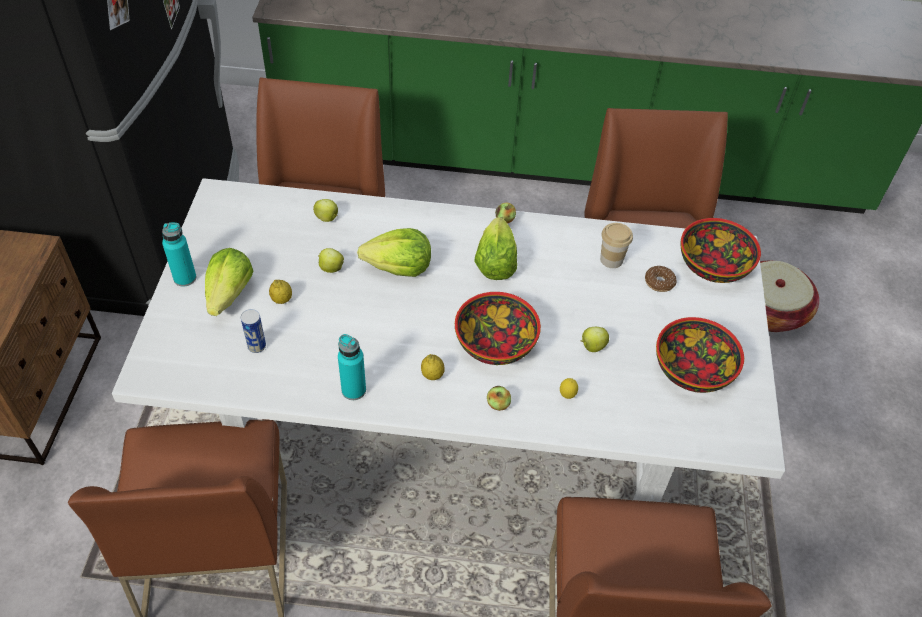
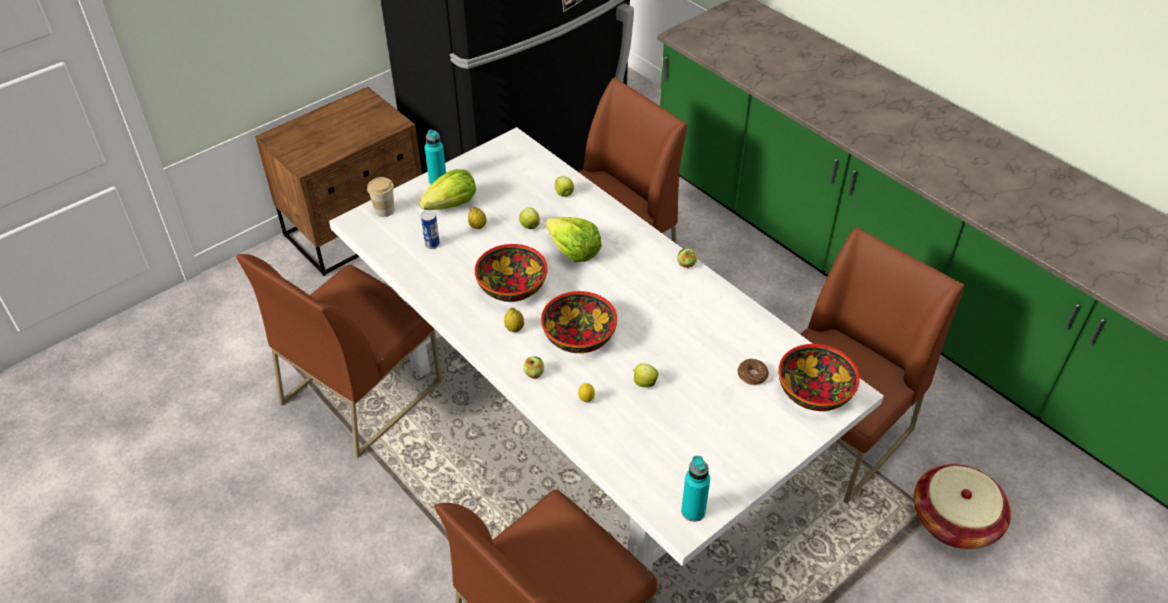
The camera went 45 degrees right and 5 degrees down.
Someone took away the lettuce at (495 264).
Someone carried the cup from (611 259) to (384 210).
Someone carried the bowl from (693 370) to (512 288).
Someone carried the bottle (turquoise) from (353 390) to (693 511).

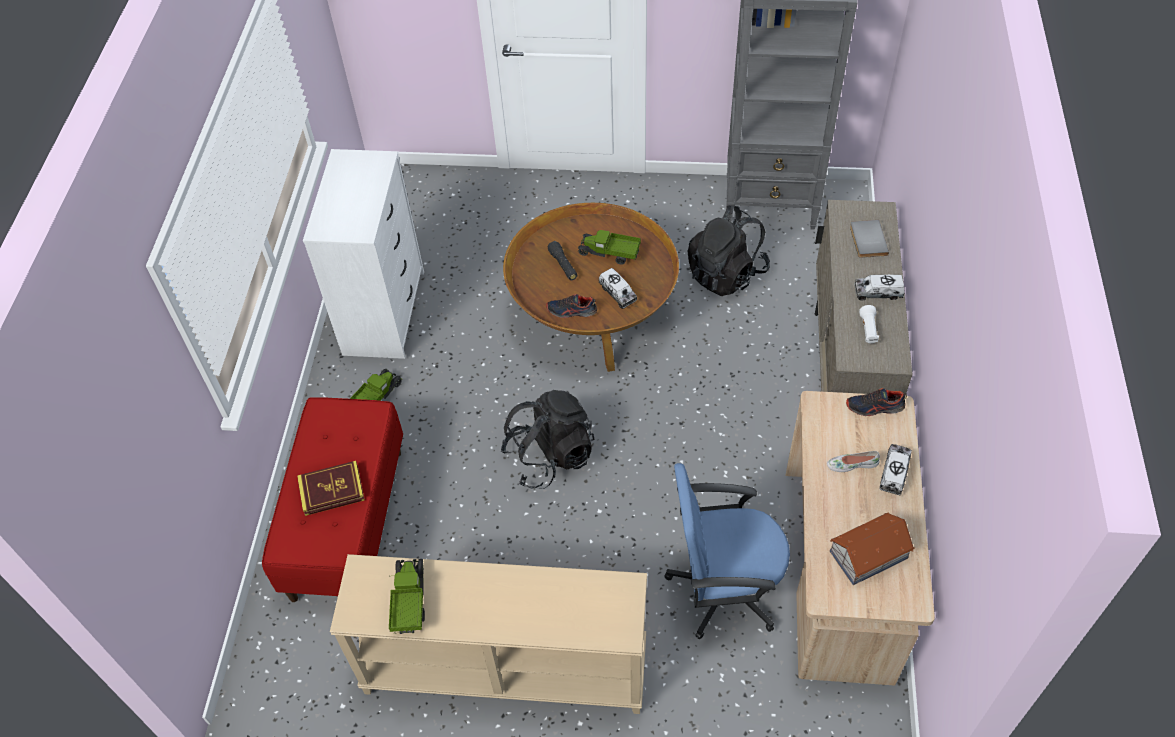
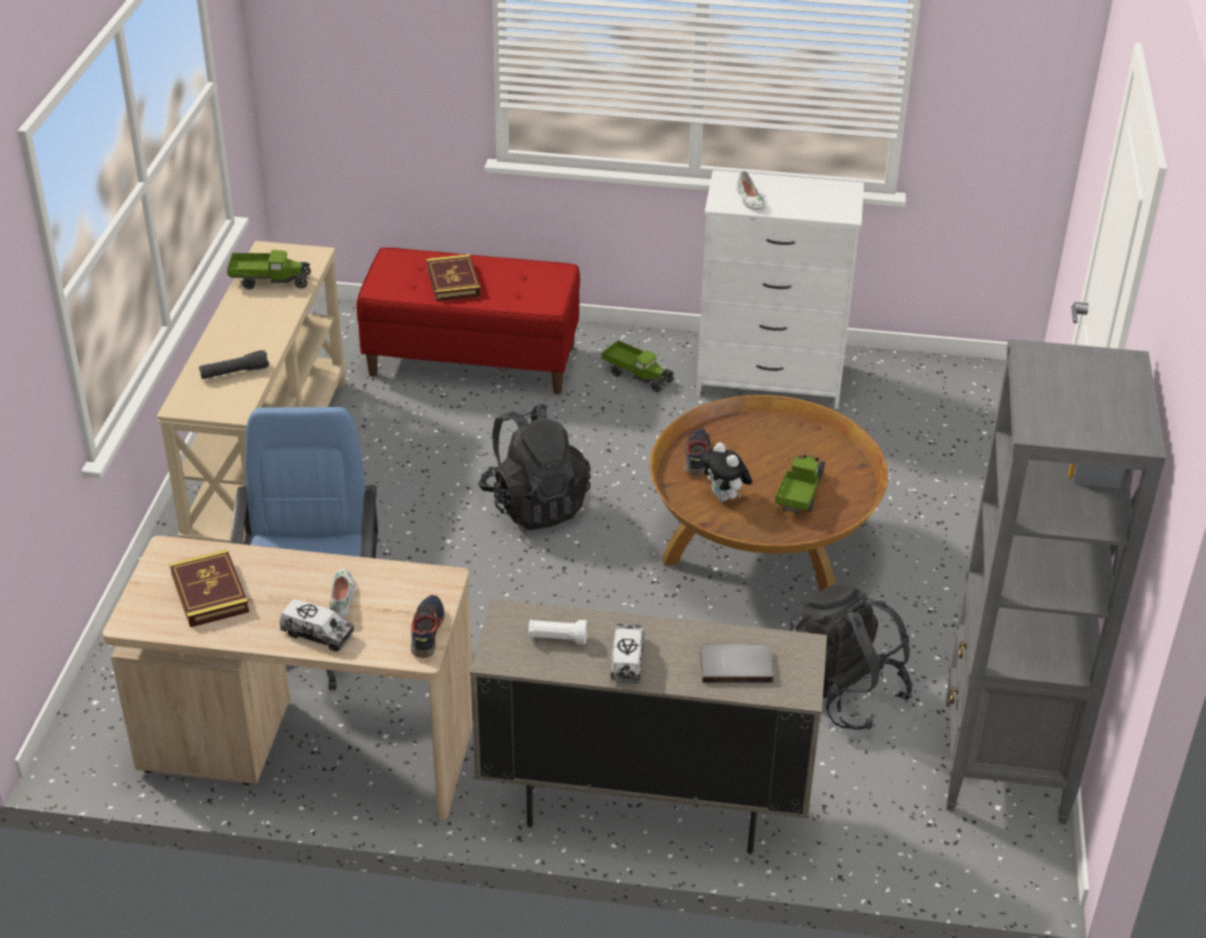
The camera went 90 degrees right and 15 degrees down.
Someone carried the flashlight (black) from (563 265) to (234 373).
Someone swapped the toy truck at (617 293) for the plush toy at (725 497).
Someone swapped the toy house at (867 554) for the book at (209 593).
Someone put down the shoe (white) at (749 200).

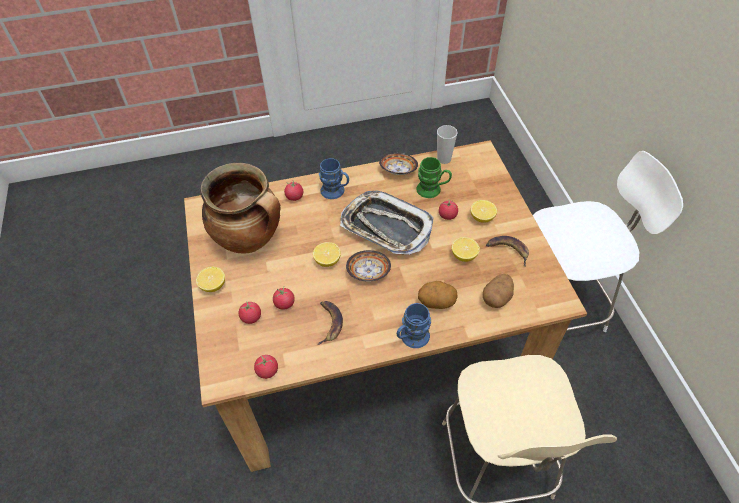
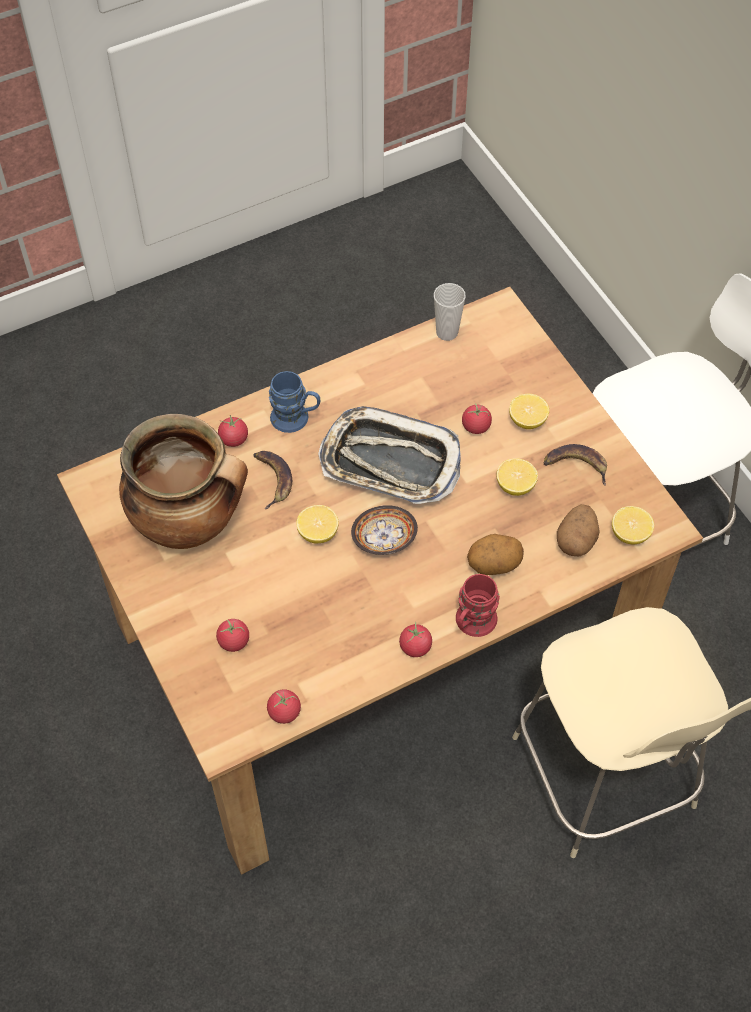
The camera went 15 degrees left and 5 degrees up.
Someone took away the bowl at (398 171).
Someone took away the mug (green) at (432 191).
Someone carried the lemon from (213 285) to (630 534).
Someone carried the tomato from (284 303) to (415 647).
Someone carried the banana from (329 323) to (272 479).
Someone repainted the mug (blue) at (411 339), which became the mug (red) at (472 624).

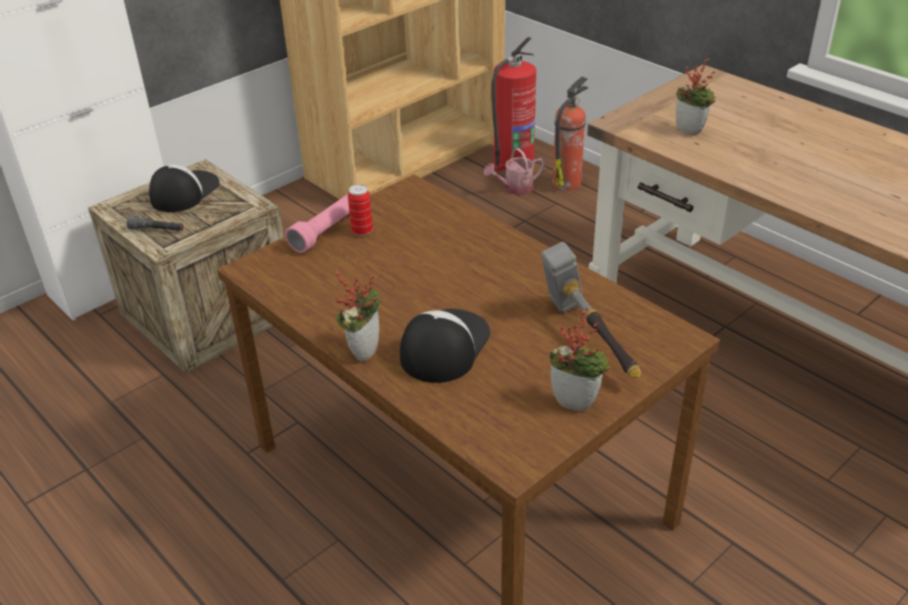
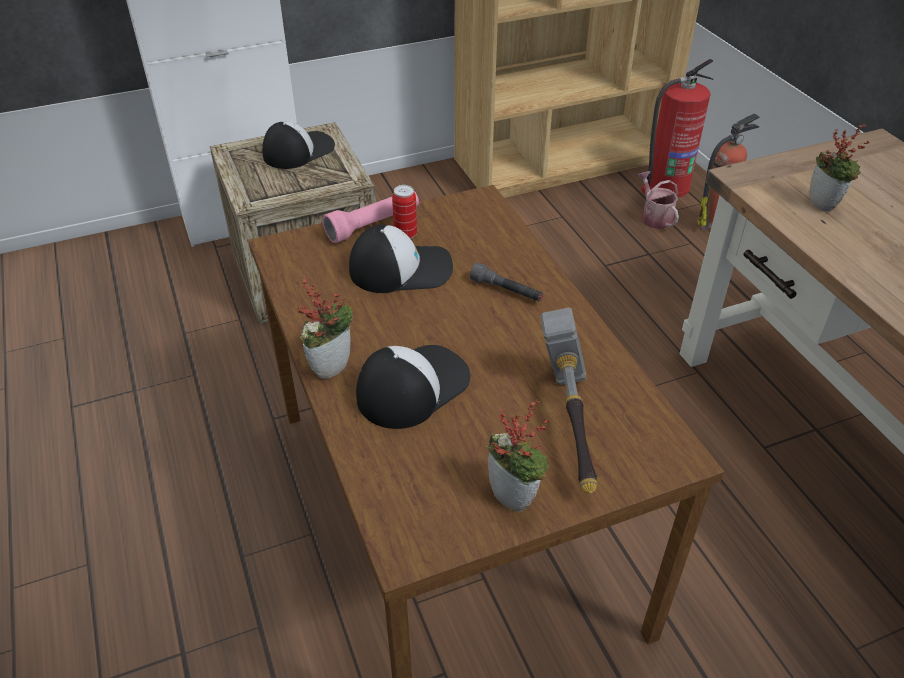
The camera went 20 degrees right and 5 degrees up.
Someone rotated the watering can at (514 188) by 75 degrees clockwise.
Someone carried the flashlight (grey) from (157 230) to (506 291).
Someone put down the cap at (401 268).

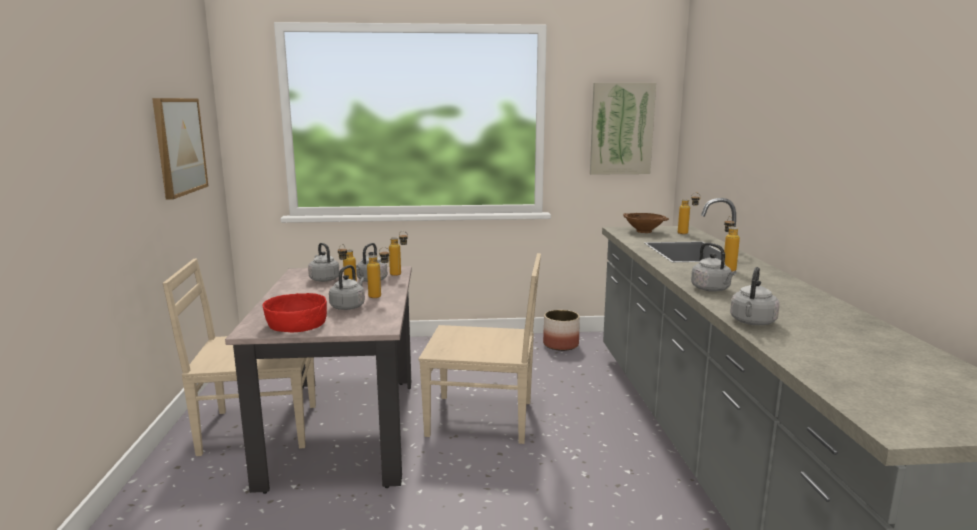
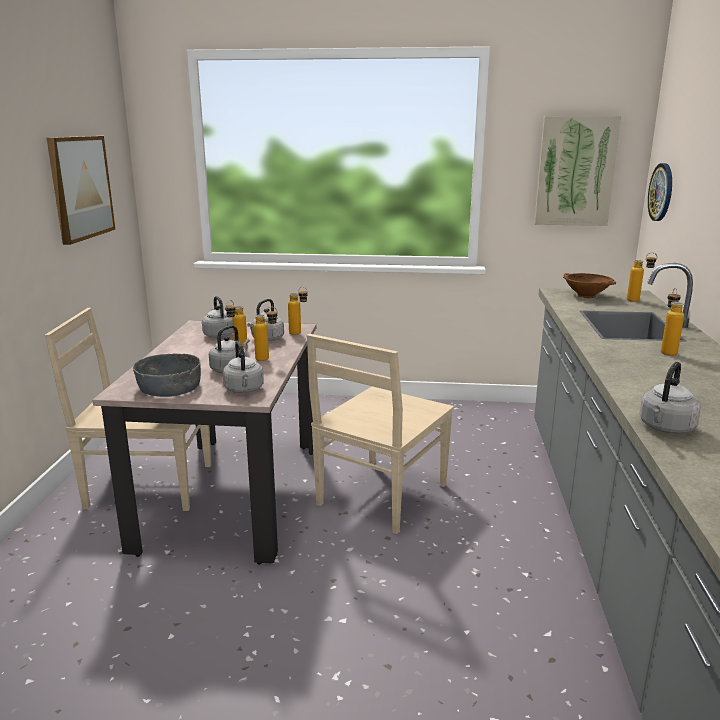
The camera went 10 degrees right and 5 degrees up.
Someone carried the kettle (grey) from (712 289) to (244 390).
Someone rotated the chair (beige) at (483 419) by 105 degrees clockwise.
Someone repainted the bowl (red) at (295 323), which became the bowl (grey) at (168 386).
Someone took away the planter at (561 344).
Someone put up the wall clock at (661 192).

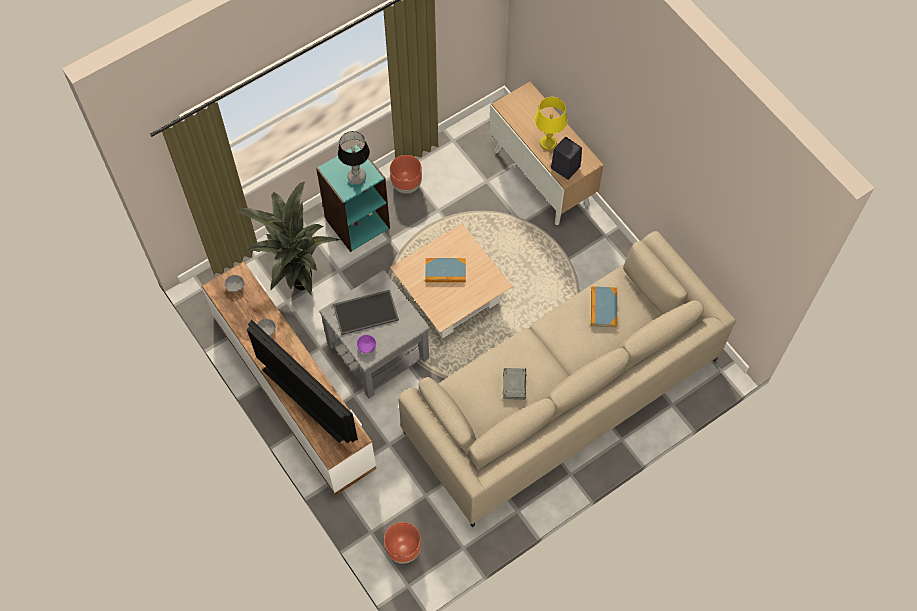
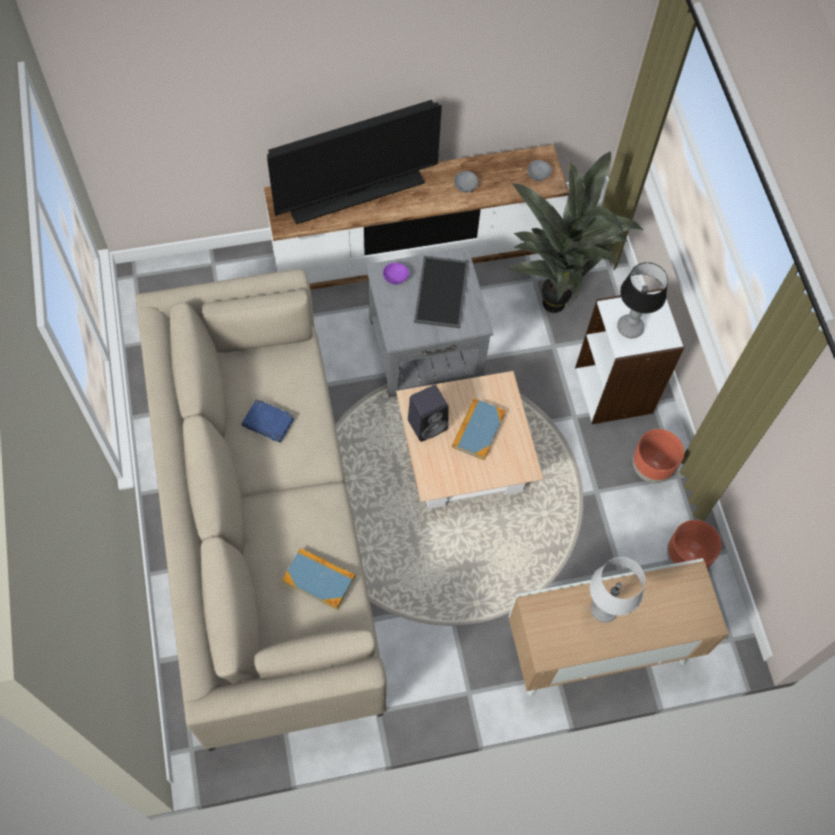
The camera went 110 degrees right and 0 degrees up.
Someone repainted the table lamp (yellow) at (548 143), which became the table lamp (grey) at (604 609).
Someone carried the speaker (black) from (564 167) to (428 424).
Someone repainted the bookcase (turquoise) at (357 222), which became the bookcase (white) at (614 390).
Someone repainted the book (grey) at (514 384), which became the book (blue) at (269 422).
Someone carried the planter (brown) from (403 550) to (685 557).

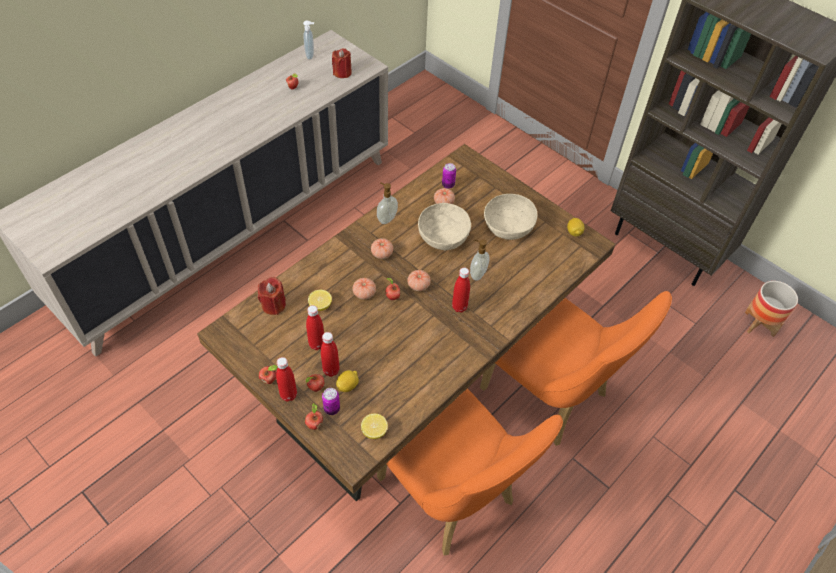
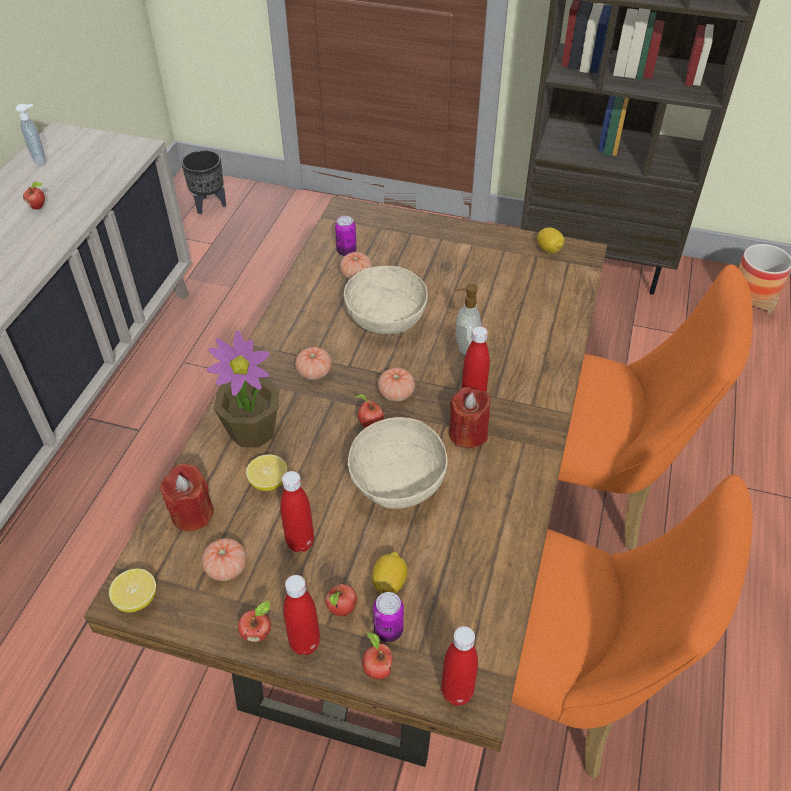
The camera went 25 degrees left and 5 degrees down.
Someone carried the candle (red) from (342 73) to (468 433).
Someone took away the soap dispenser at (386 218).
Someone carried the bowl (beige) from (508 227) to (397 481).
Someone carried the tomato from (364 293) to (226 567).
Someone carried the bottle (red) from (331 370) to (457 692).
Someone carried the lemon from (374 431) to (137 599).
Someone put down the planter (black) at (210 205).
Someone put down the potted plant at (252 430).

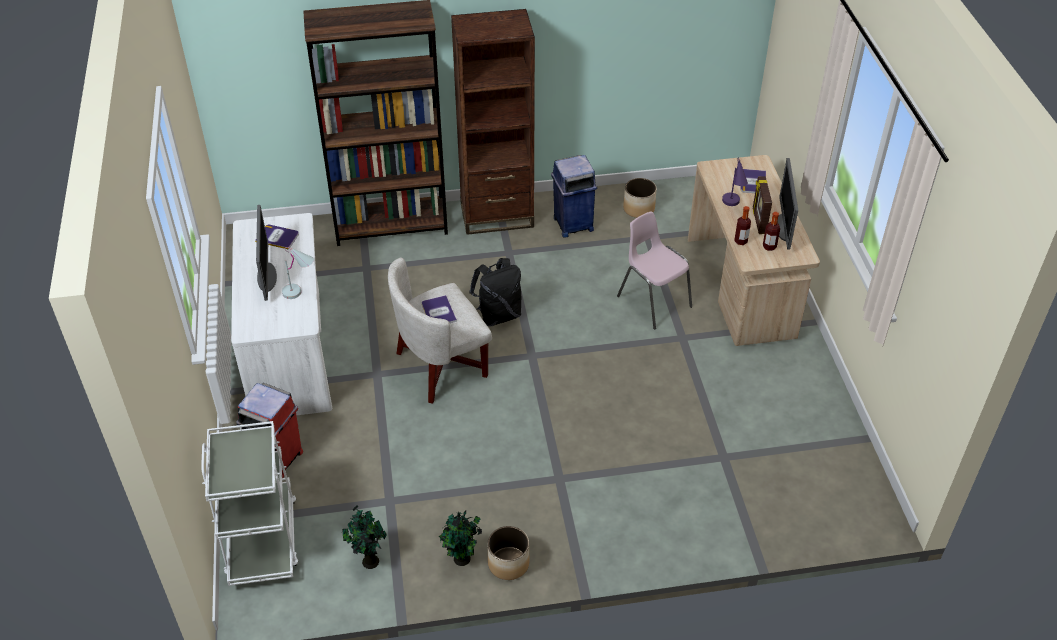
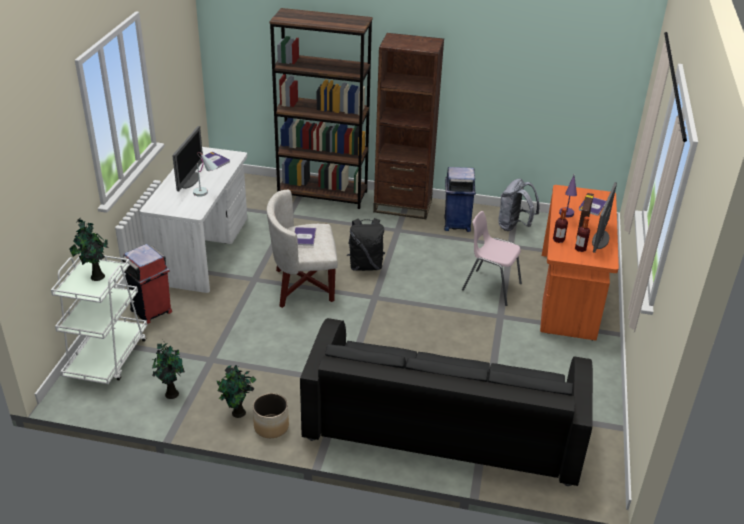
The camera went 20 degrees right and 10 degrees down.
Someone repainted the desk (beige) at (742 287), which became the desk (orange) at (569 296).
Someone swapped the planter at (639 209) for the backpack (grey) at (514 226).
Someone rotated the chair (pink) at (653 301) by 45 degrees counterclockwise.
Someone put down the potted plant at (96 276).
Someone put down the sofa (black) at (443 424).

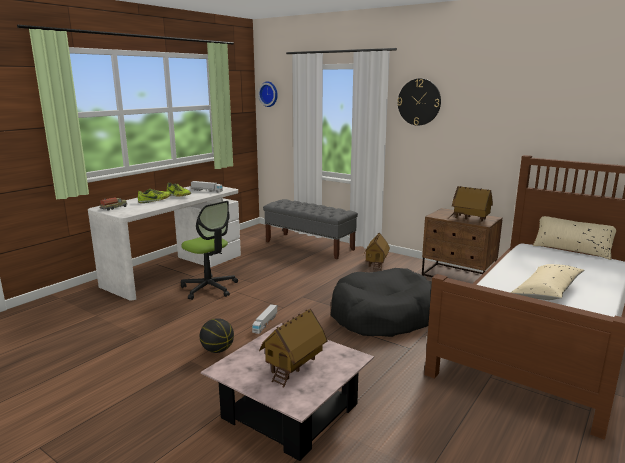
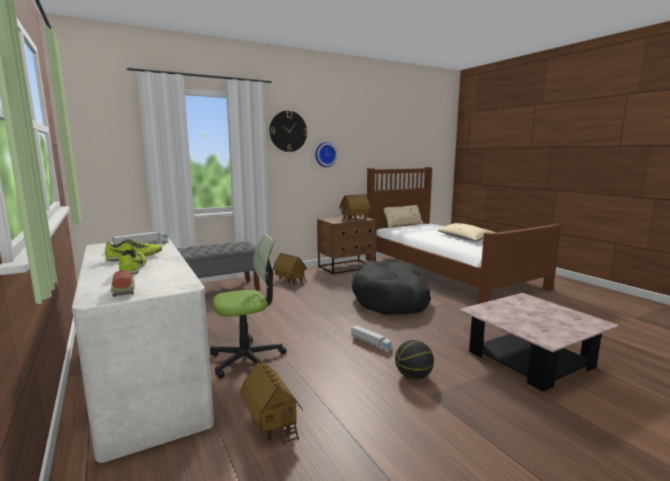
The camera went 65 degrees left and 5 degrees down.
Someone carried the wall clock from (269 94) to (325 154).
Someone carried the toy house from (294 366) to (271 423).

